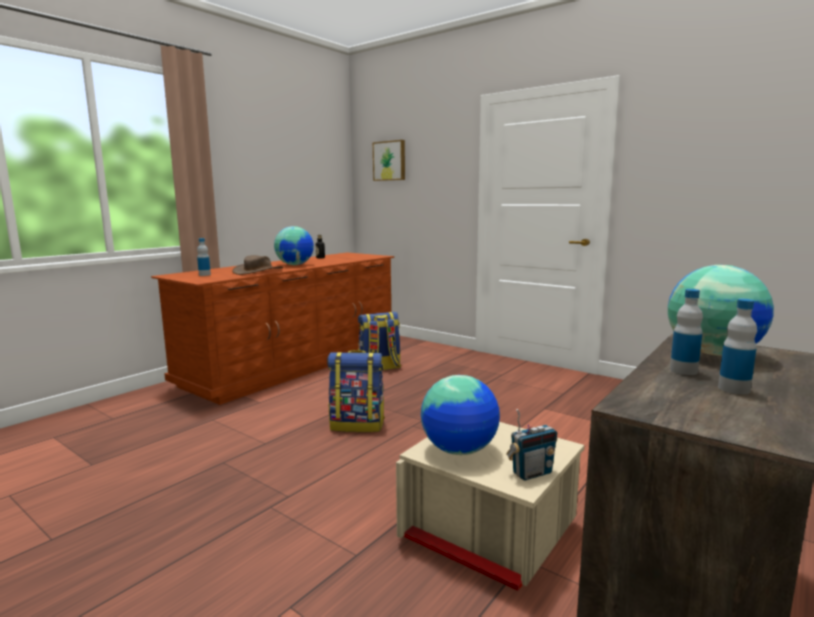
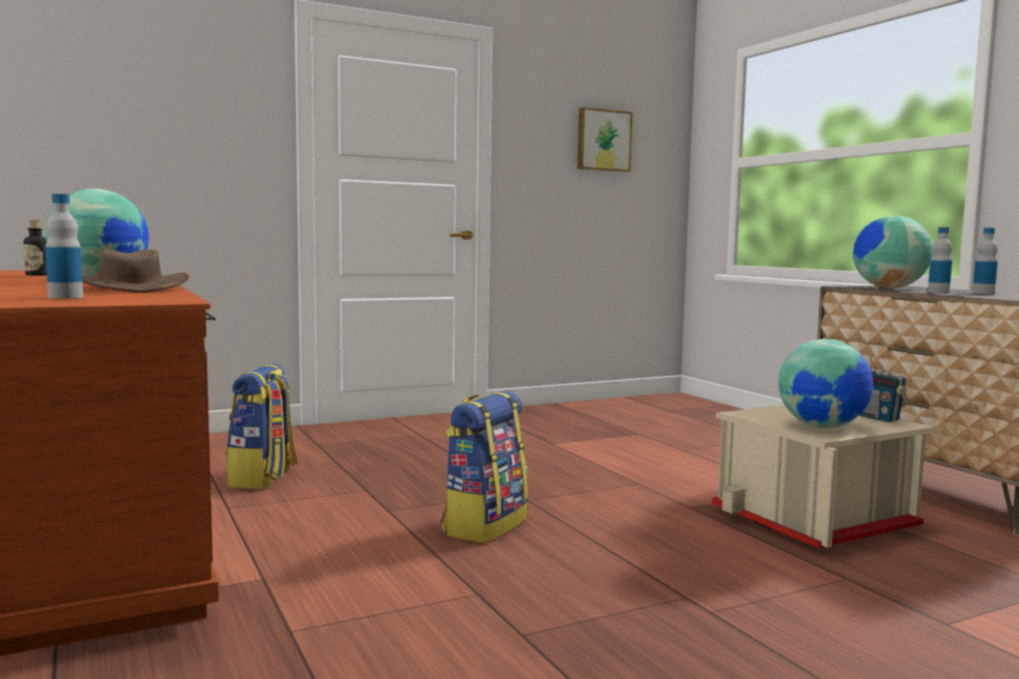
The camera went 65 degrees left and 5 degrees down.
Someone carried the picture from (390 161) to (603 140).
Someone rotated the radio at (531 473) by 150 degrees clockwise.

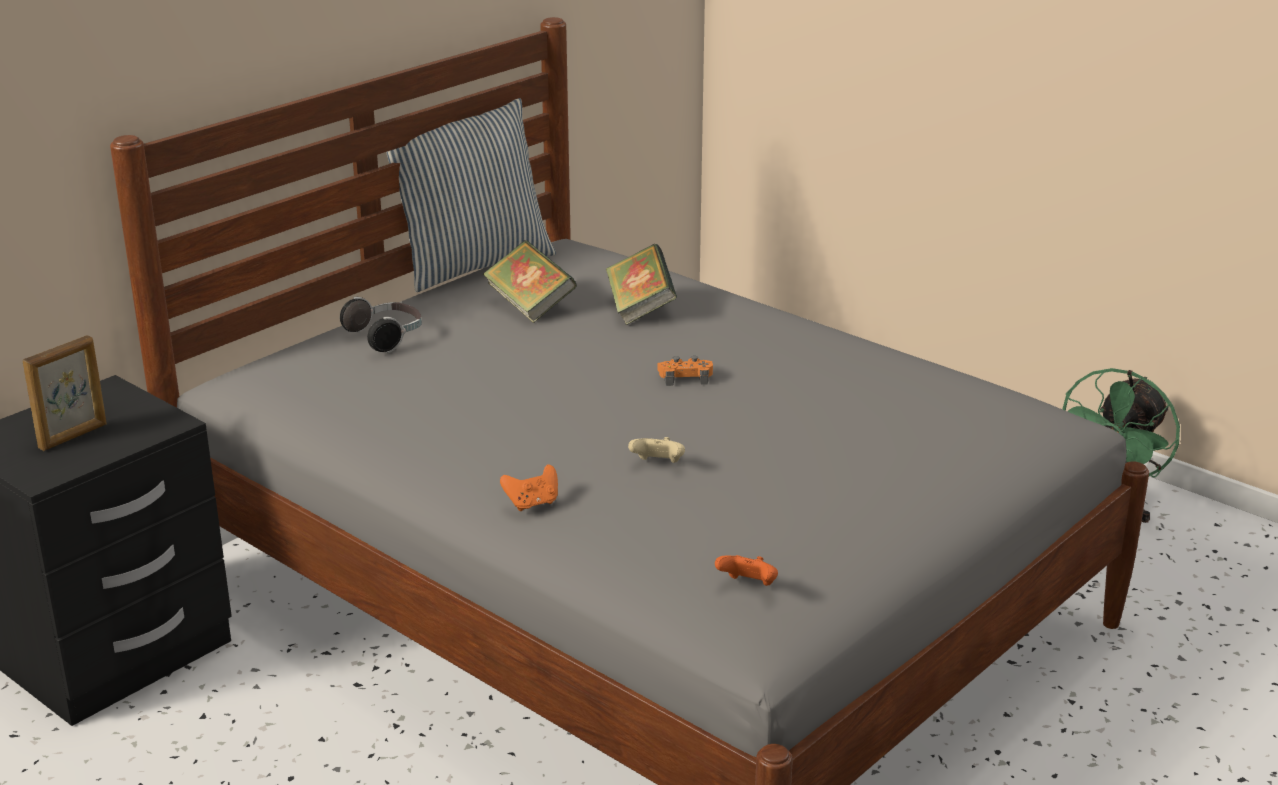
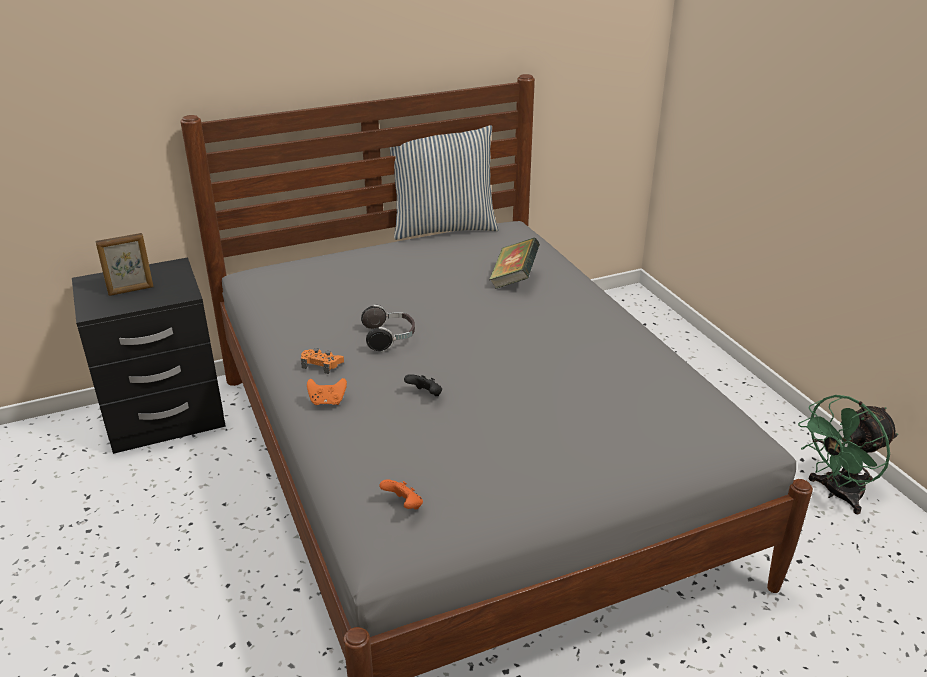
The camera went 25 degrees right and 5 degrees up.
Someone took away the book at (530 306).
Someone carried the headphones from (386 337) to (389 338).
Someone carried the game controller (orange) from (685 377) to (322 364).
Someone repainted the game controller (beige) at (658 465), which became the game controller (black) at (425 395).

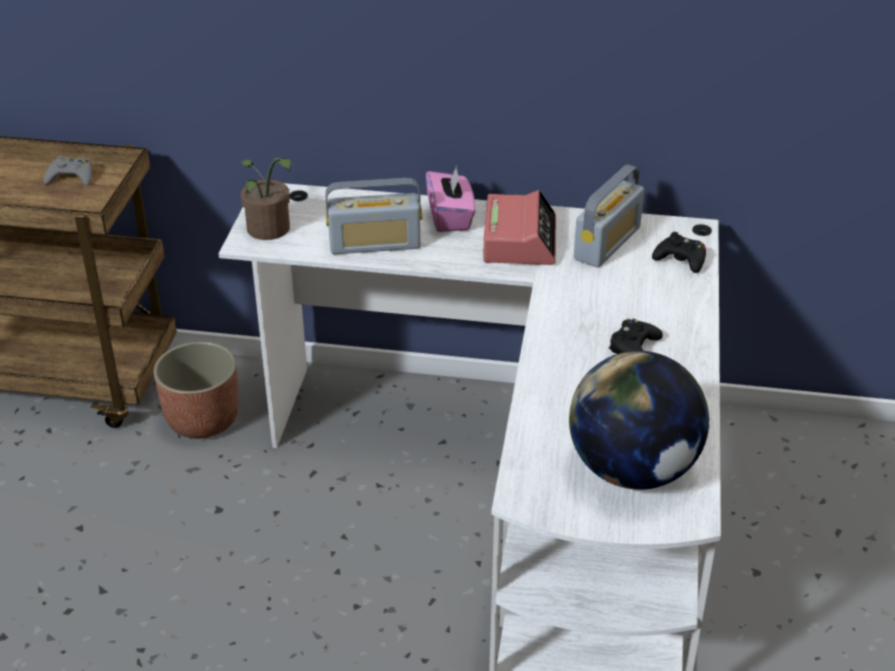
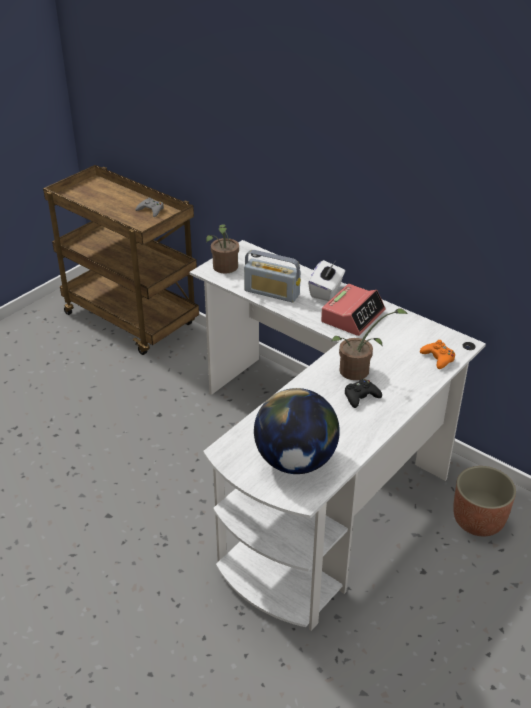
The camera went 30 degrees right and 0 degrees up.
Someone took away the radio at (607 243).
Someone repainted the tissue box (pink) at (450 217), which became the tissue box (white) at (326 291).
Someone repainted the game controller (black) at (681 260), which became the game controller (orange) at (438 358).
Someone carried the planter from (202 420) to (478 520).
Someone put down the potted plant at (359 371).

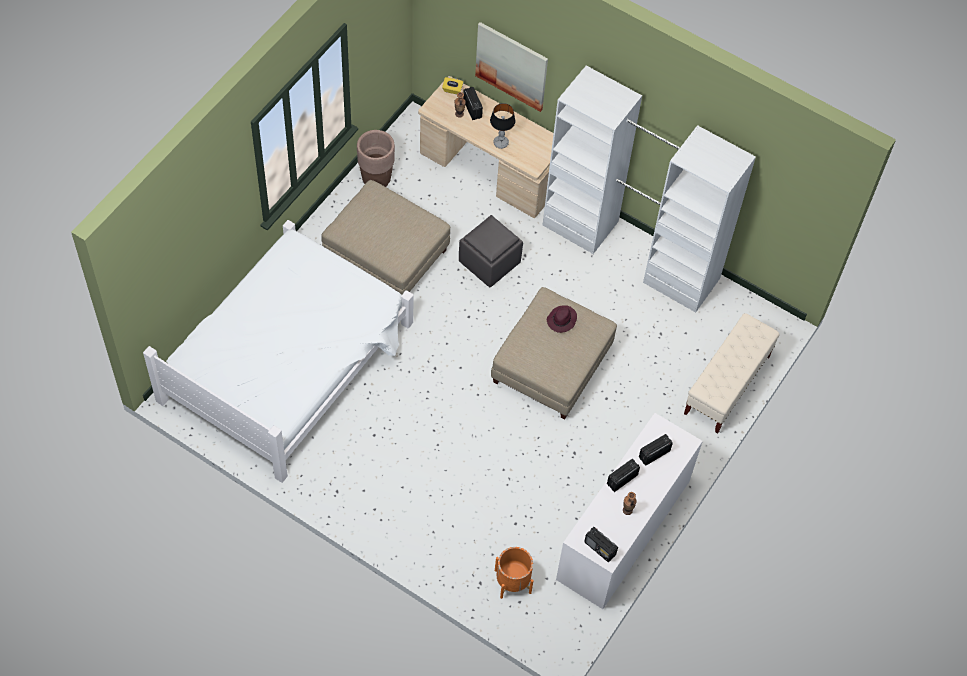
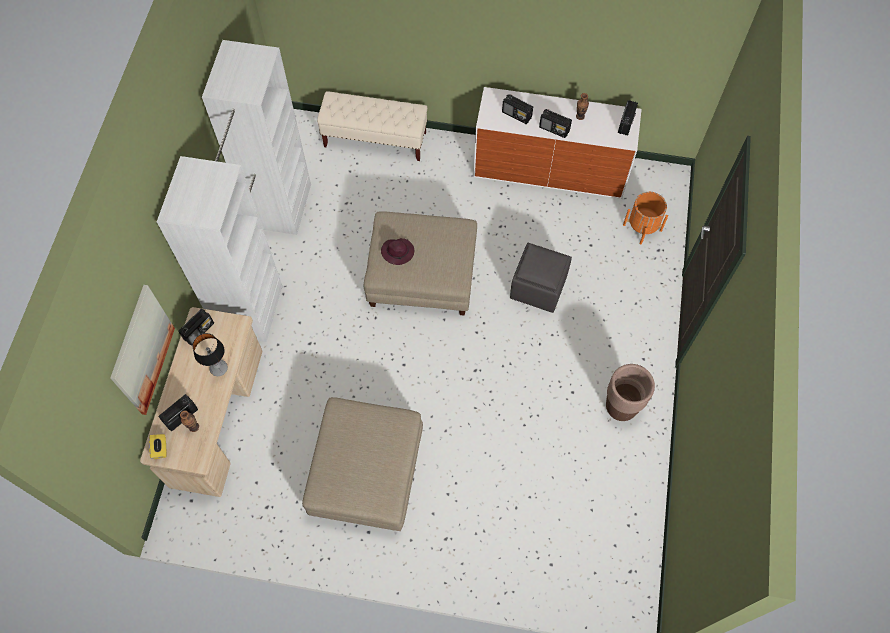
The camera went 110 degrees left and 5 degrees up.
Someone carried the planter (brown) from (376 180) to (620 407).
Someone carried the ottoman (grey) from (489 263) to (539 287).
Someone took away the bed (white) at (288 361).
Someone put down the radio at (199 331).

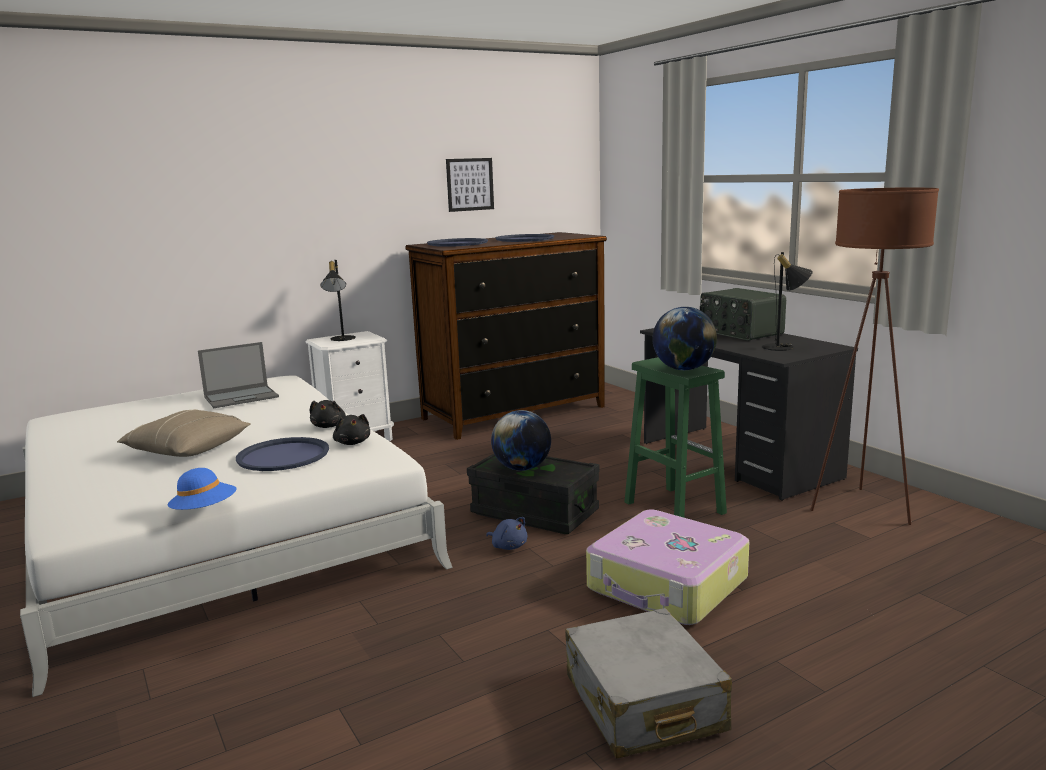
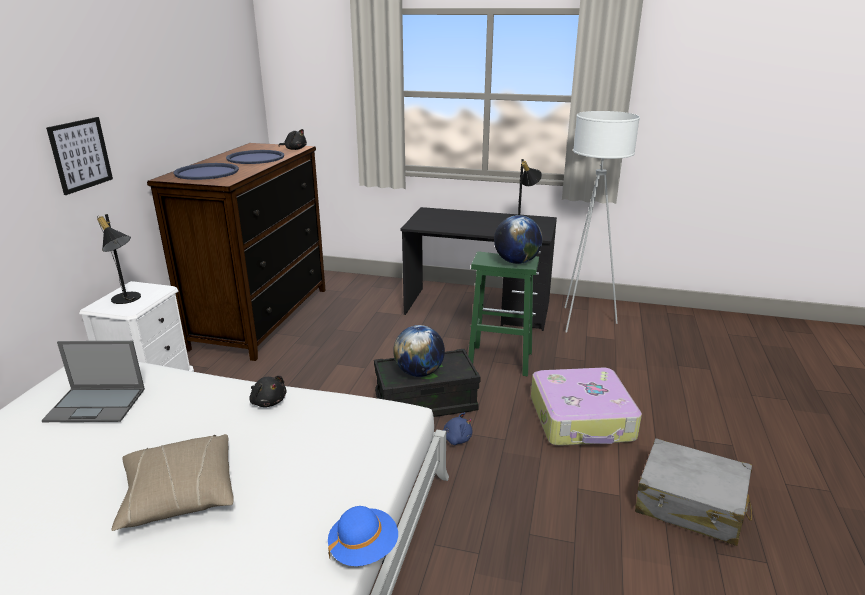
The camera went 45 degrees left and 10 degrees up.
Someone carried the picture from (470 184) to (80 155).
Someone repainted the floor lamp (brown) at (861 508), which became the floor lamp (white) at (583 321).
Someone took away the radio at (740 332).
Someone rotated the laptop at (242 397) by 75 degrees clockwise.
Someone carried the plush toy (black) from (352 443) to (294 149).
Someone took away the tray (blue) at (283 455).

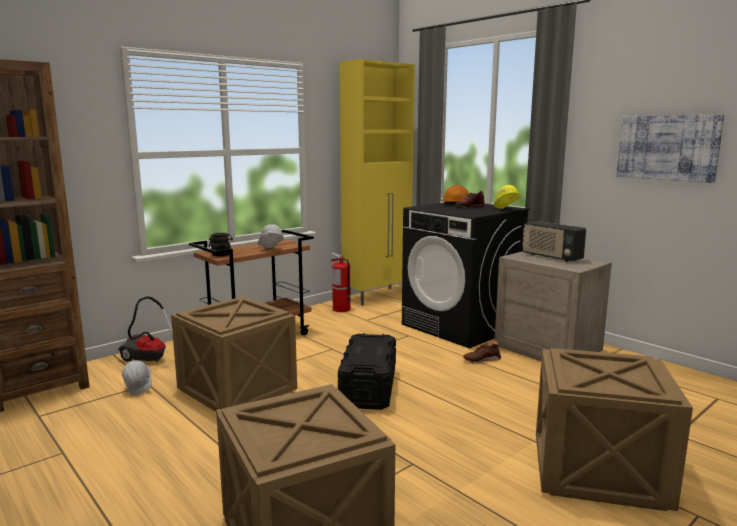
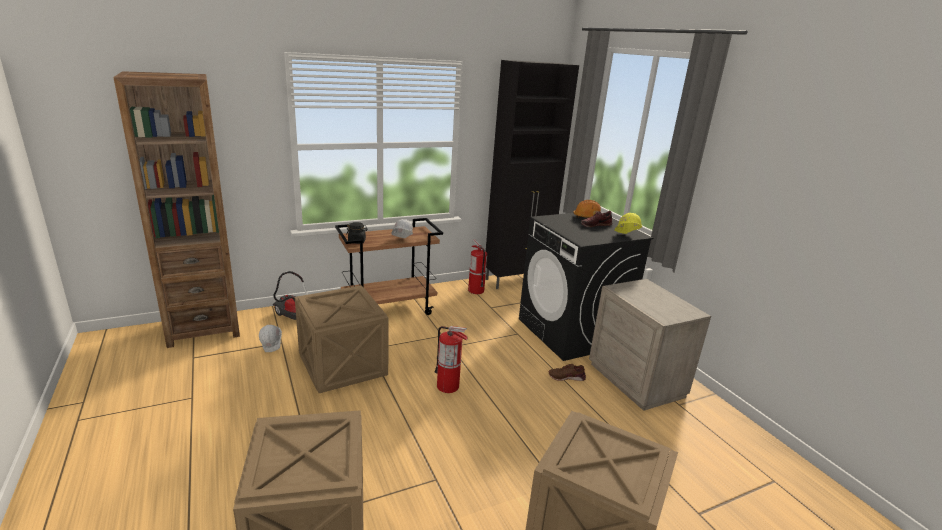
The camera went 15 degrees right and 10 degrees up.
Someone repainted the cabinet (yellow) at (377 296), which became the cabinet (black) at (517 280).
Someone took away the picture at (667 147).
Someone took away the radio at (551 257).
Someone swapped the storage box (black) at (369 387) for the fire extinguisher at (448 386).

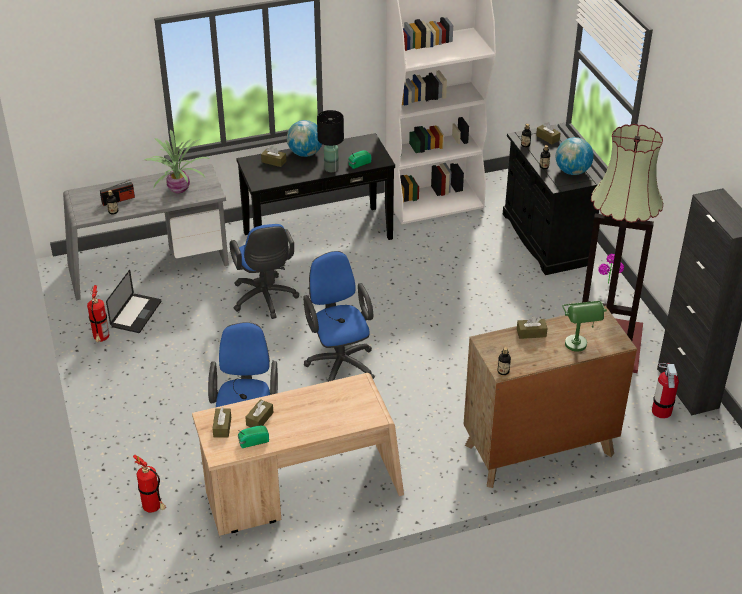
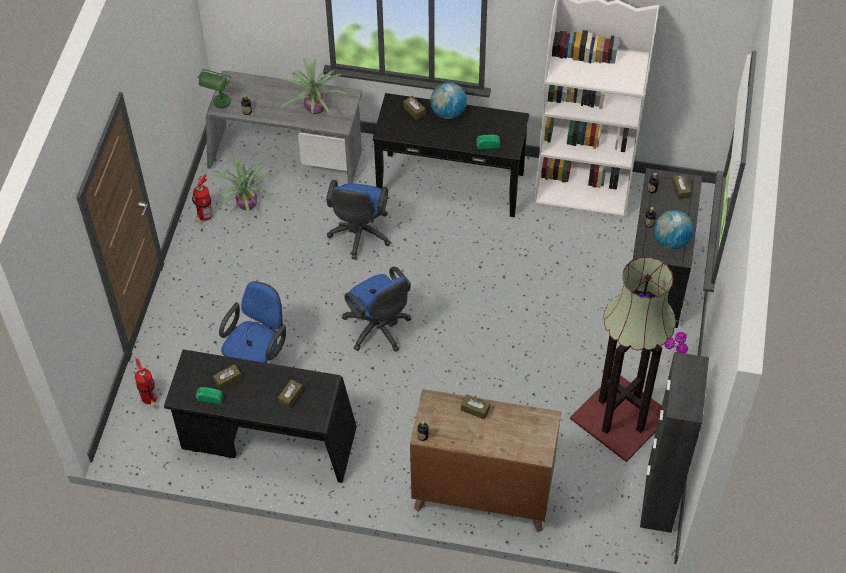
The camera went 30 degrees right and 15 degrees up.
Someone took away the table lamp (black) at (331 168).
Someone took away the radio at (118 200).
Someone rotated the office chair (blue) at (340 362) by 135 degrees clockwise.
Someone swapped the laptop at (136 314) for the potted plant at (246 203).
Someone carried the table lamp (green) from (578 349) to (220 106).
Someone took away the fire extinguisher at (661 411).
Someone repainted the desk (beige) at (302 493), which became the desk (black) at (267 441).
Someone carried the tissue box (brown) from (222 427) to (290 396).

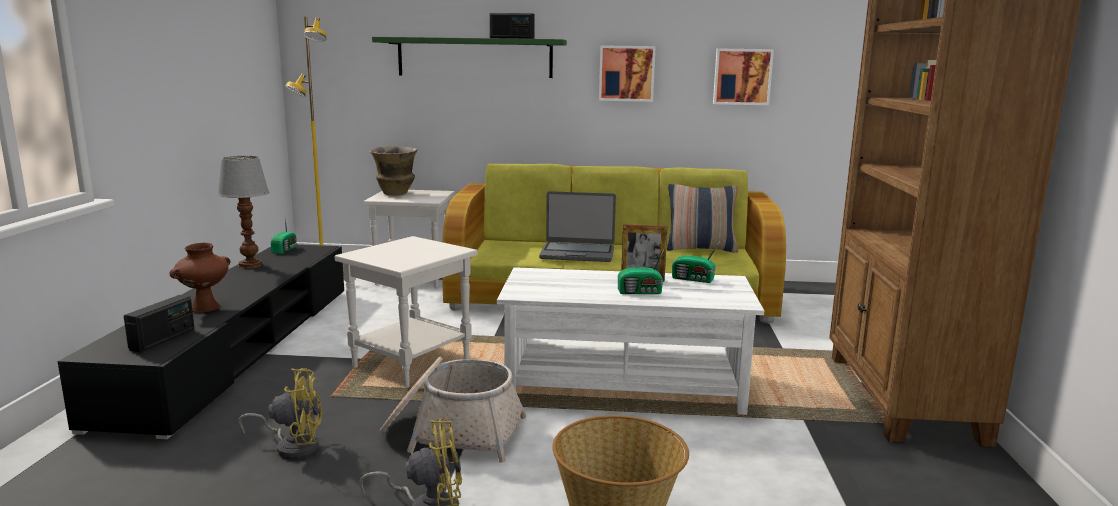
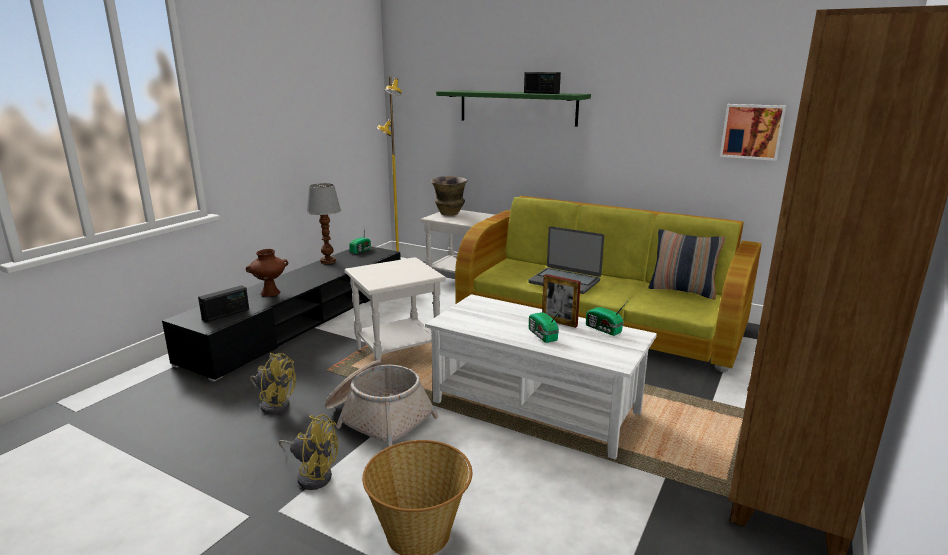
The camera went 25 degrees right and 5 degrees up.
Someone took away the picture at (626 73).
Someone rotated the radio at (641 292) by 45 degrees clockwise.

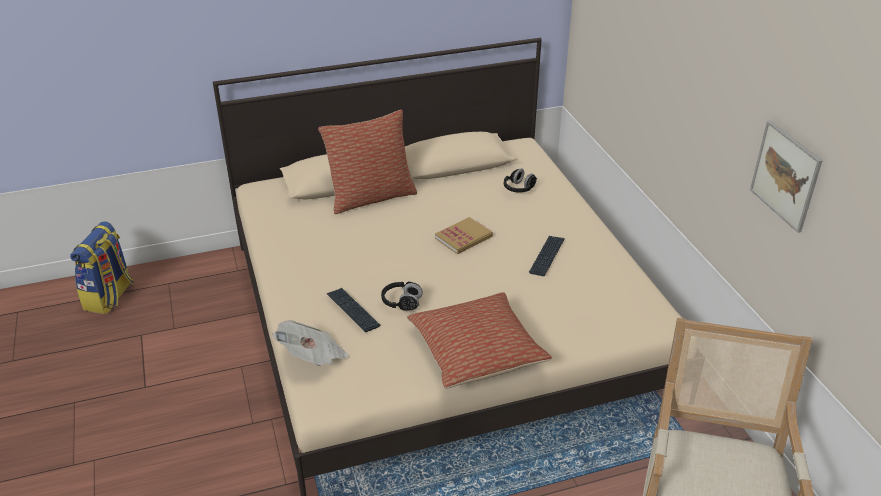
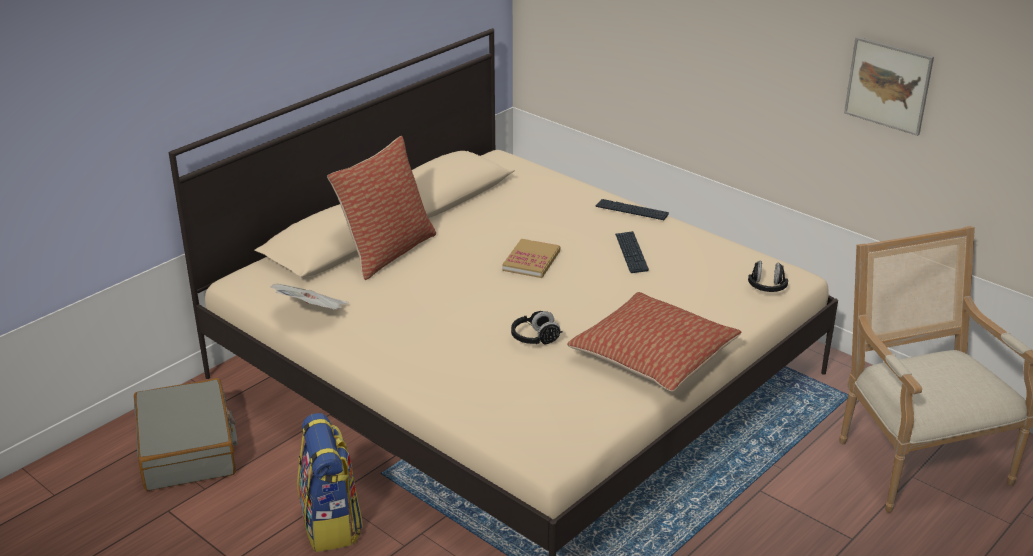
The camera went 30 degrees left and 5 degrees down.
Someone carried the headphones (black) from (519 189) to (767 287).
Someone carried the backpack from (109 297) to (331 524).
Someone carried the keyboard from (353 310) to (631 211).
Someone carried the newspaper from (313 357) to (313 313).
Someone put down the suitcase (grey) at (188 449).

